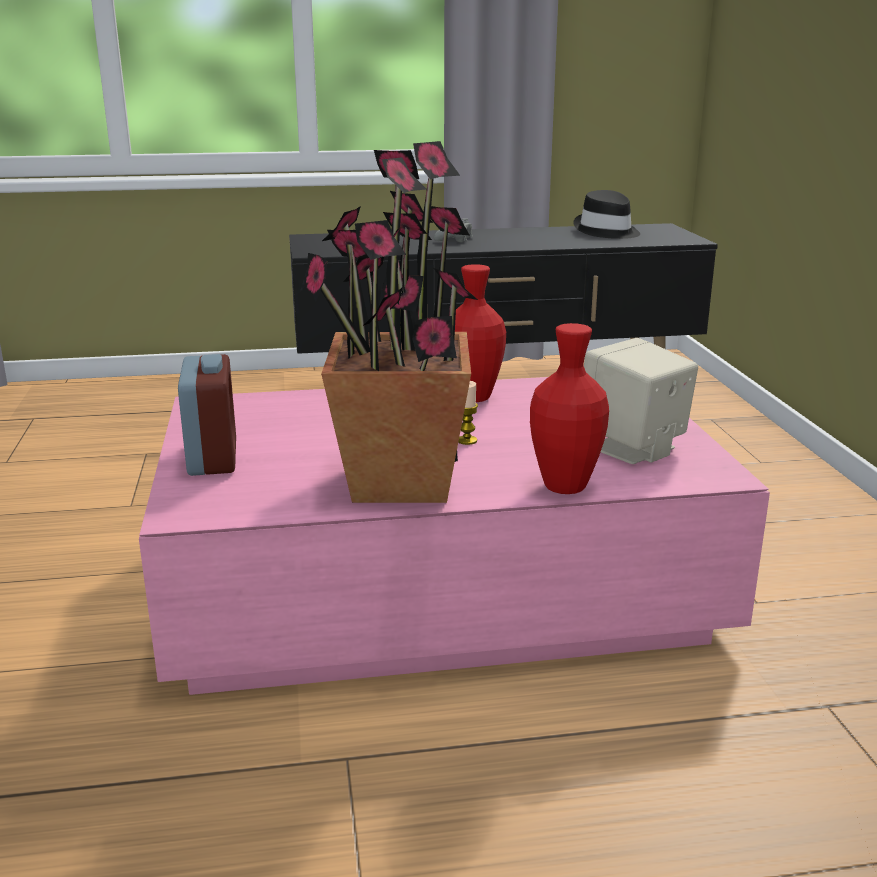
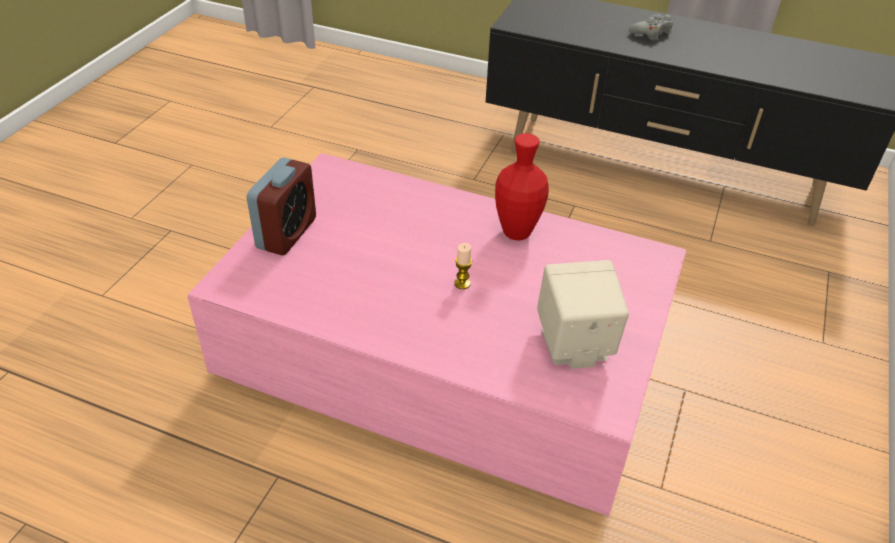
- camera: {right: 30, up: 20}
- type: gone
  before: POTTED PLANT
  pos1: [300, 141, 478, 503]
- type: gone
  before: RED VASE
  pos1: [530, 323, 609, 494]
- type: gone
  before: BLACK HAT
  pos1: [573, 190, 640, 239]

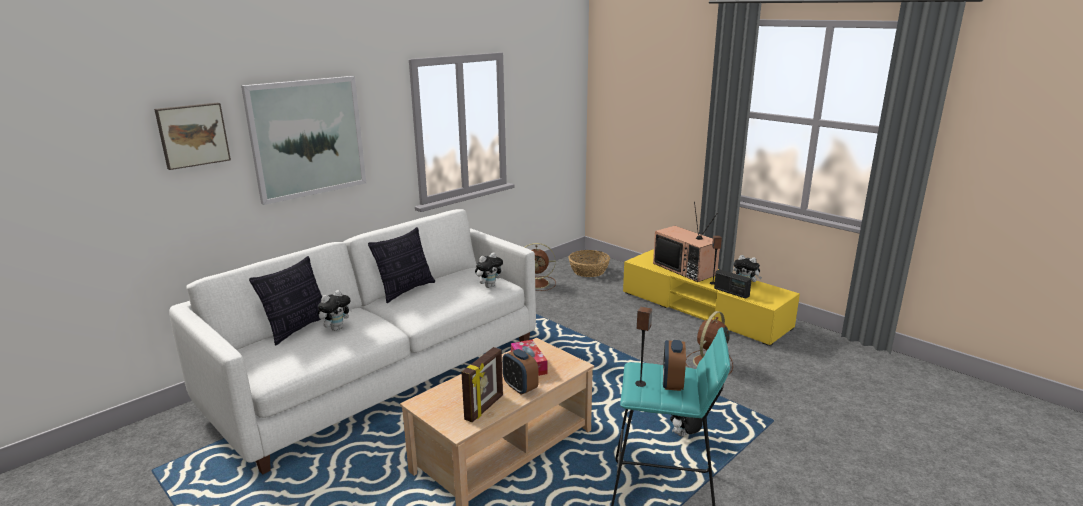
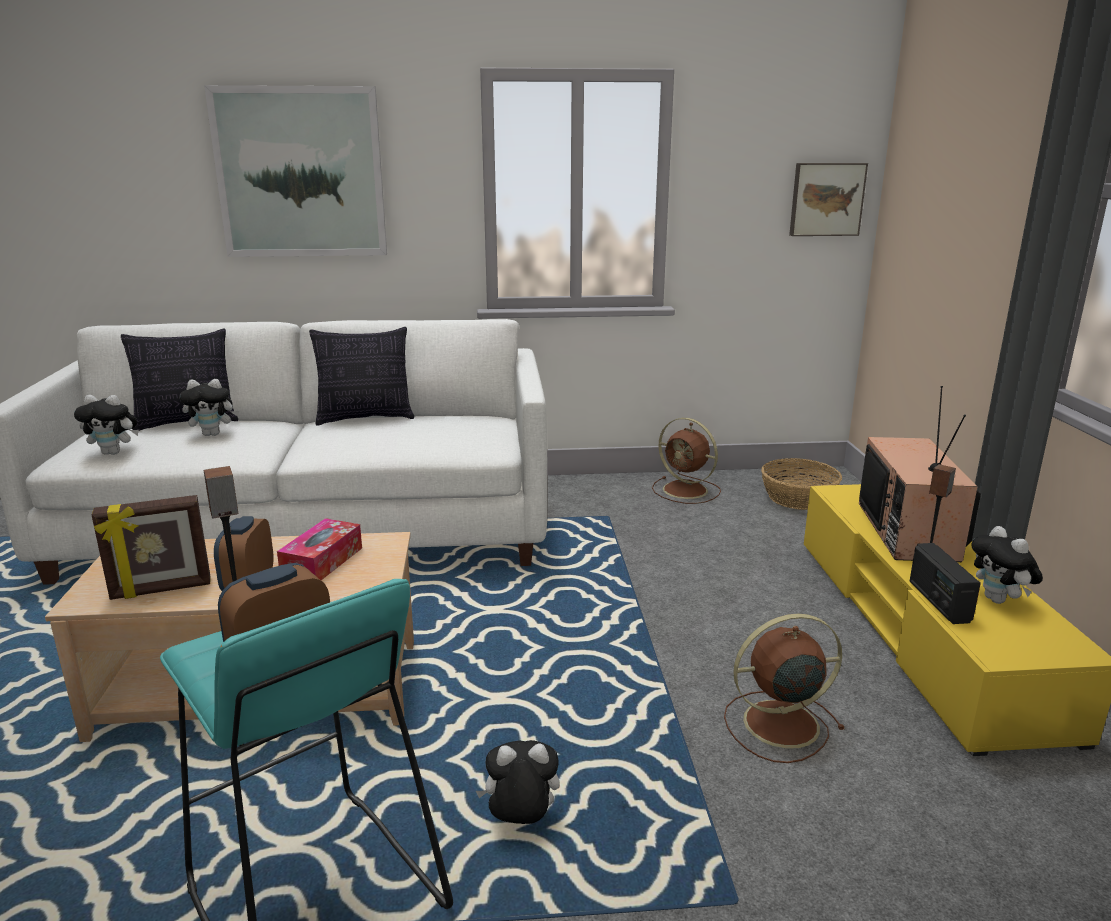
- camera: {right: 40, up: 0}
- type: shifted
  before: PICTURE
  pos1: [154, 103, 231, 170]
  pos2: [789, 163, 868, 236]
- type: shifted
  before: PLUSH TOY
  pos1: [475, 253, 503, 288]
  pos2: [74, 395, 139, 455]

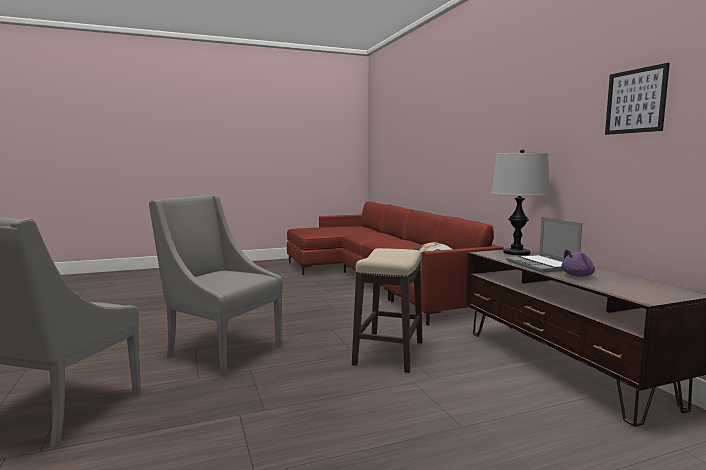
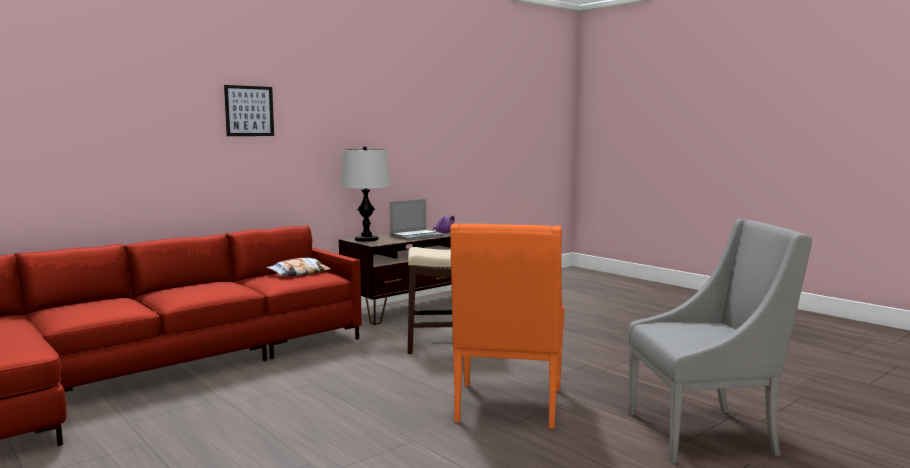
- camera: {right: -110, up: 0}
- type: repainted
  before: GREY ARMCHAIR
  after: ORANGE ARMCHAIR
  pos1: [149, 195, 283, 377]
  pos2: [450, 223, 565, 429]
- type: shifted
  before: PICTURE
  pos1: [605, 63, 670, 135]
  pos2: [224, 85, 274, 136]

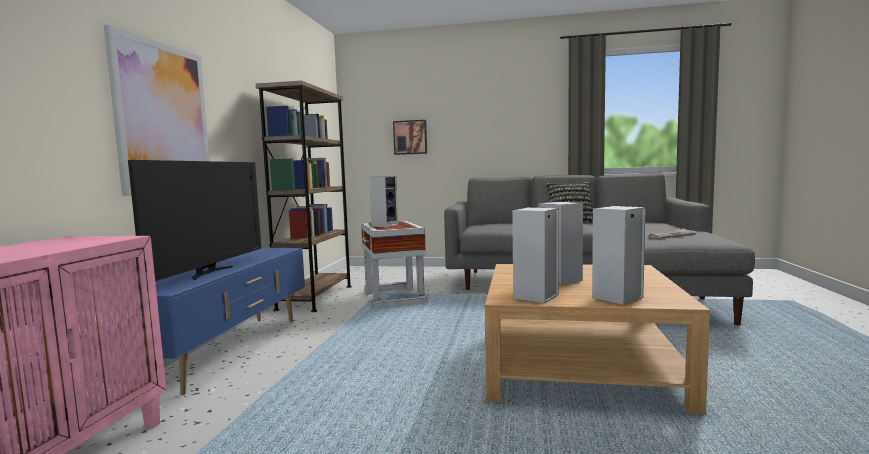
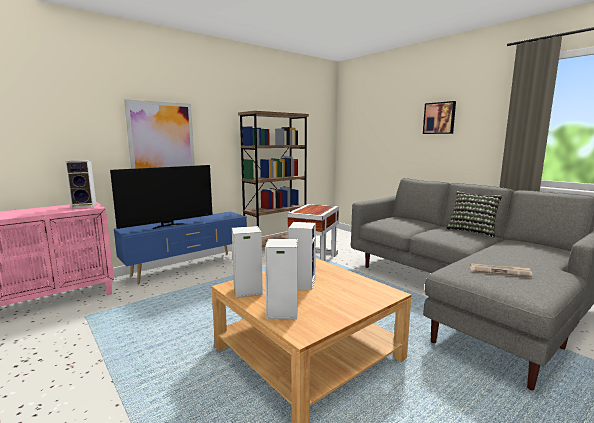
- camera: {right: 40, up: 5}
- type: shifted
  before: SPEAKER
  pos1: [369, 176, 398, 227]
  pos2: [65, 160, 96, 209]
- type: shifted
  before: PICTURE
  pos1: [393, 120, 427, 155]
  pos2: [423, 101, 456, 134]

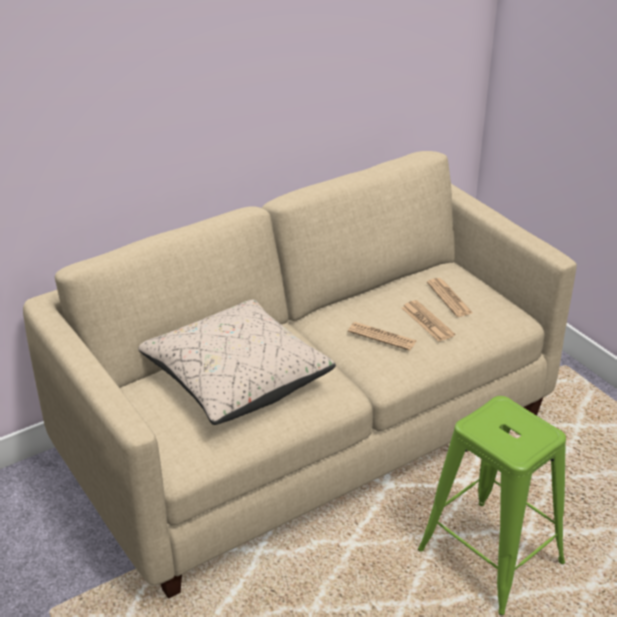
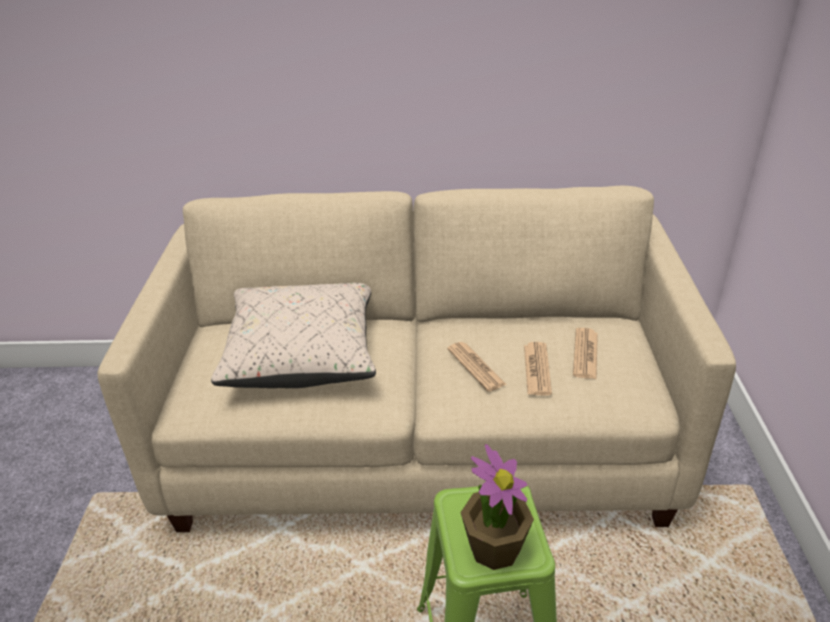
- camera: {right: 35, up: 0}
- type: new
  after: POTTED PLANT
  pos2: [460, 444, 534, 570]

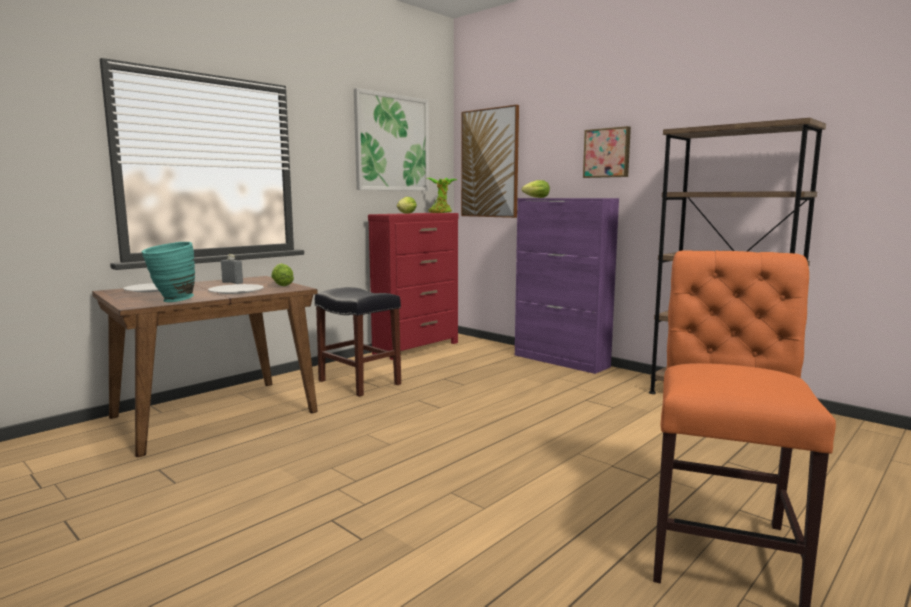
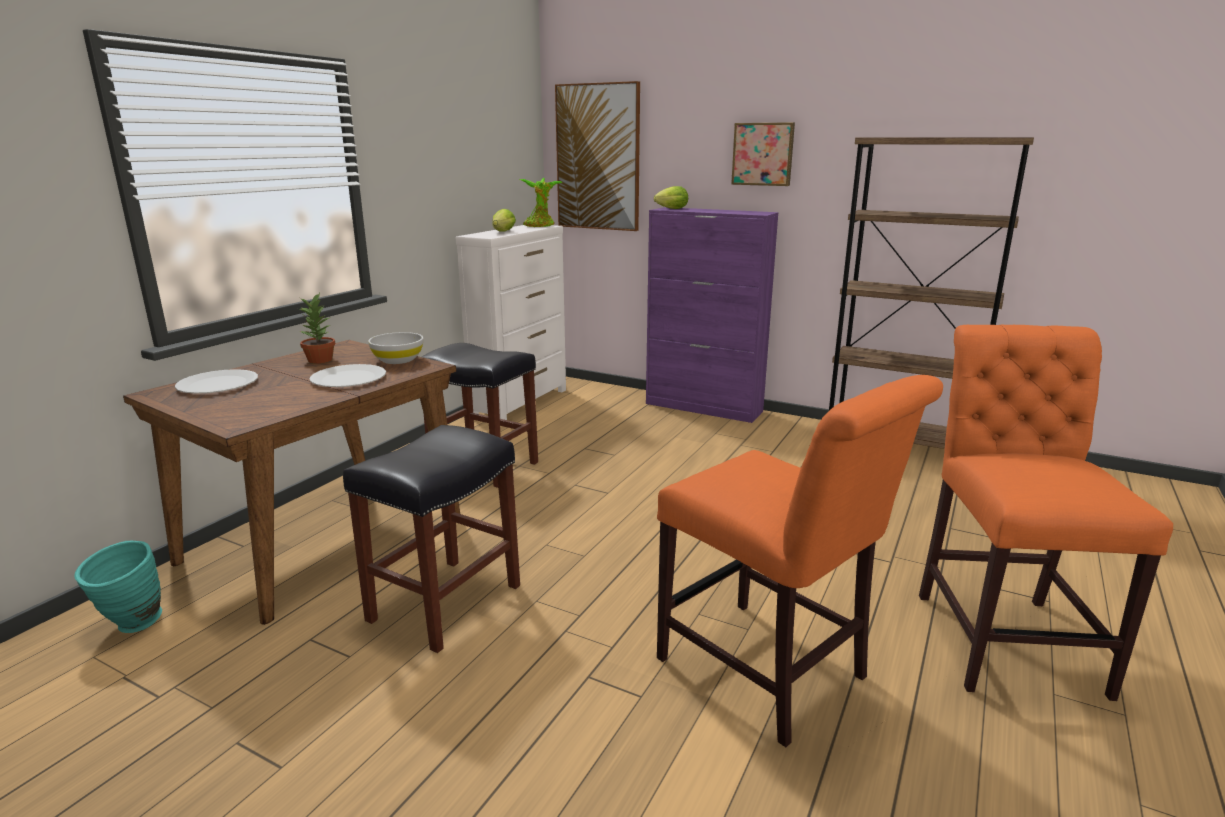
- camera: {right: -15, up: 10}
- type: shifted
  before: TURQUOISE VASE
  pos1: [142, 242, 195, 302]
  pos2: [74, 541, 162, 633]
- type: swapped
  before: GREY BOTTLE
  after: POTTED PLANT
  pos1: [221, 254, 243, 284]
  pos2: [299, 293, 335, 364]
- type: swapped
  before: LETTUCE
  after: WHITE BOWL
  pos1: [271, 263, 294, 286]
  pos2: [368, 332, 423, 364]
- type: gone
  before: PICTURE
  pos1: [354, 88, 429, 191]
- type: repainted
  before: RED DRESSER
  after: WHITE DRESSER
  pos1: [368, 213, 459, 360]
  pos2: [456, 225, 566, 420]
- type: new
  after: BLACK STOOL
  pos2: [343, 425, 520, 653]
- type: new
  after: ORANGE CHAIR
  pos2: [657, 375, 943, 747]

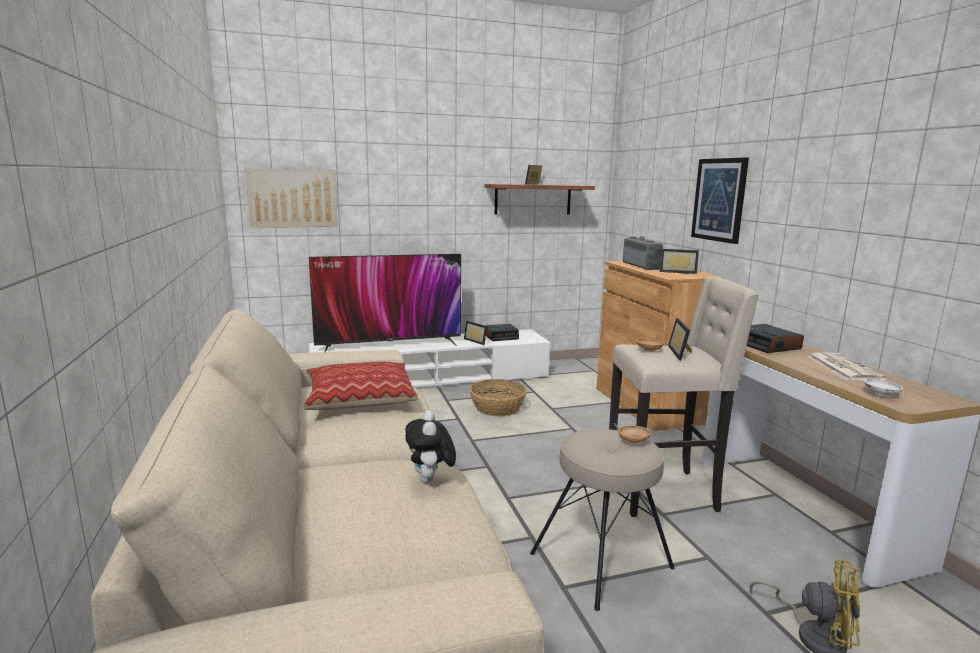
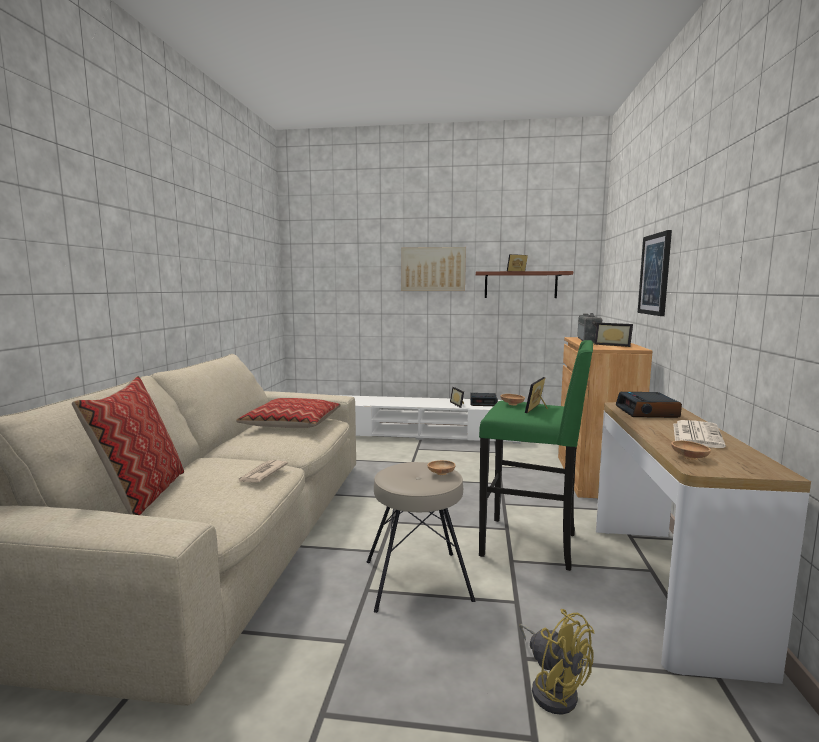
- camera: {right: 25, up: -5}
- type: shifted
  before: PICTURE
  pos1: [245, 169, 338, 227]
  pos2: [401, 247, 466, 291]
- type: gone
  before: TELEVISION
  pos1: [309, 254, 461, 352]
- type: swapped
  before: PLUSH TOY
  after: NEWSPAPER
  pos1: [406, 410, 456, 483]
  pos2: [238, 460, 288, 483]
- type: gone
  before: BASKET
  pos1: [470, 379, 527, 417]
- type: repainted
  before: BEIGE STOOL
  after: GREEN STOOL
  pos1: [609, 276, 759, 517]
  pos2: [479, 340, 593, 571]
- type: repainted
  before: WHITE BOWL
  after: BROWN BOWL
  pos1: [864, 379, 903, 397]
  pos2: [671, 441, 711, 460]
- type: new
  after: PILLOW
  pos2: [72, 376, 184, 515]

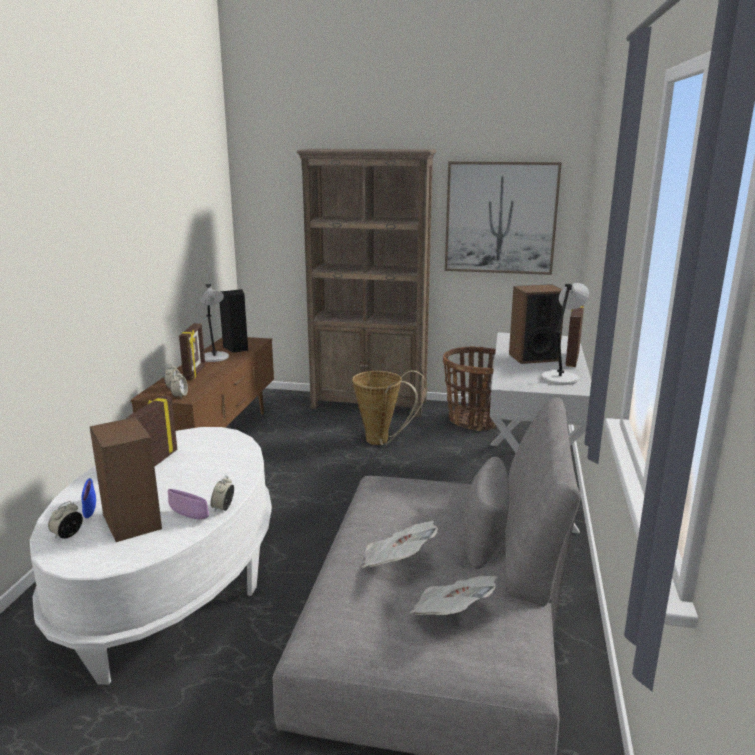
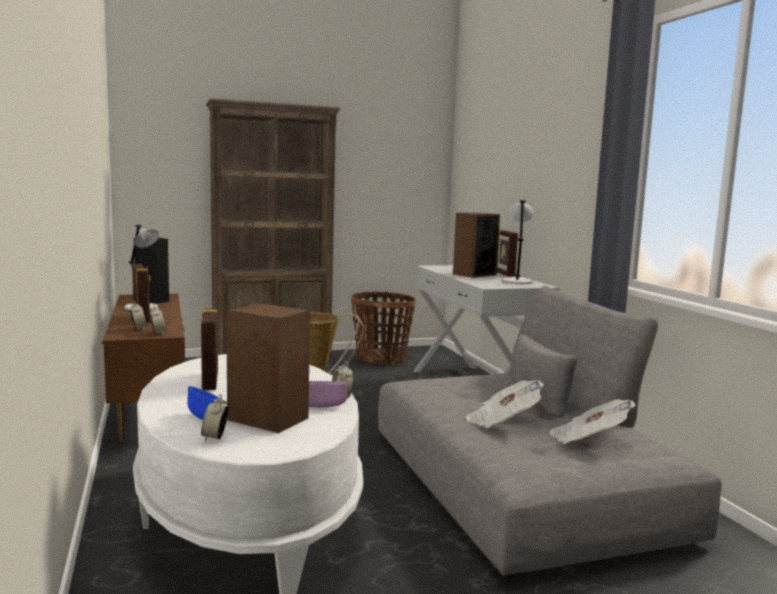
- camera: {right: -30, up: -10}
- type: gone
  before: PICTURE
  pos1: [445, 161, 562, 275]

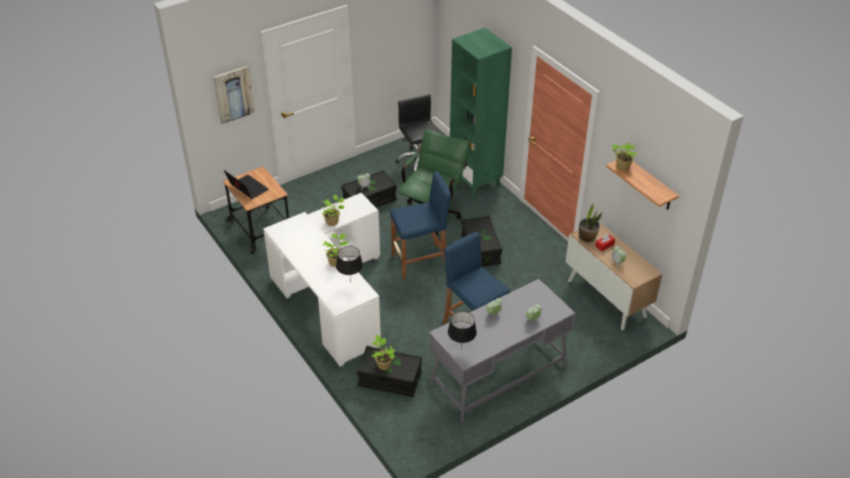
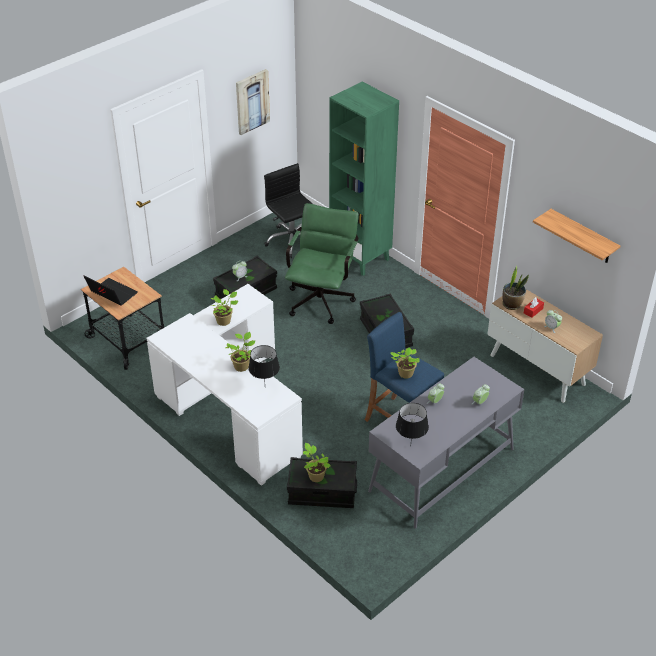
- camera: {right: -10, up: 0}
- type: shifted
  before: PICTURE
  pos1: [213, 66, 255, 124]
  pos2: [236, 69, 270, 135]
- type: gone
  before: BLUE STOOL
  pos1: [390, 171, 451, 280]
- type: shifted
  before: POTTED PLANT
  pos1: [611, 143, 637, 171]
  pos2: [390, 347, 420, 379]

